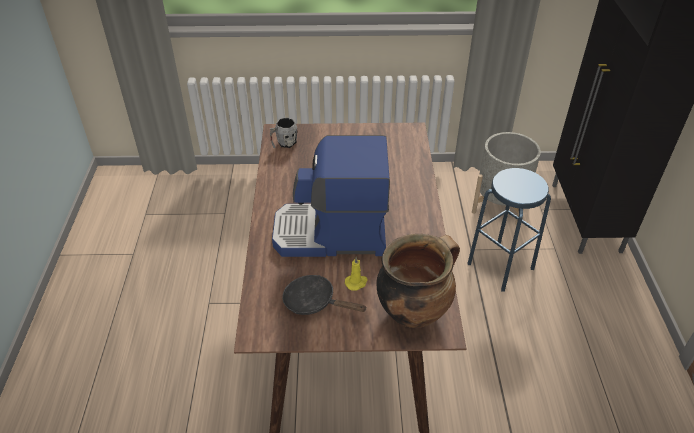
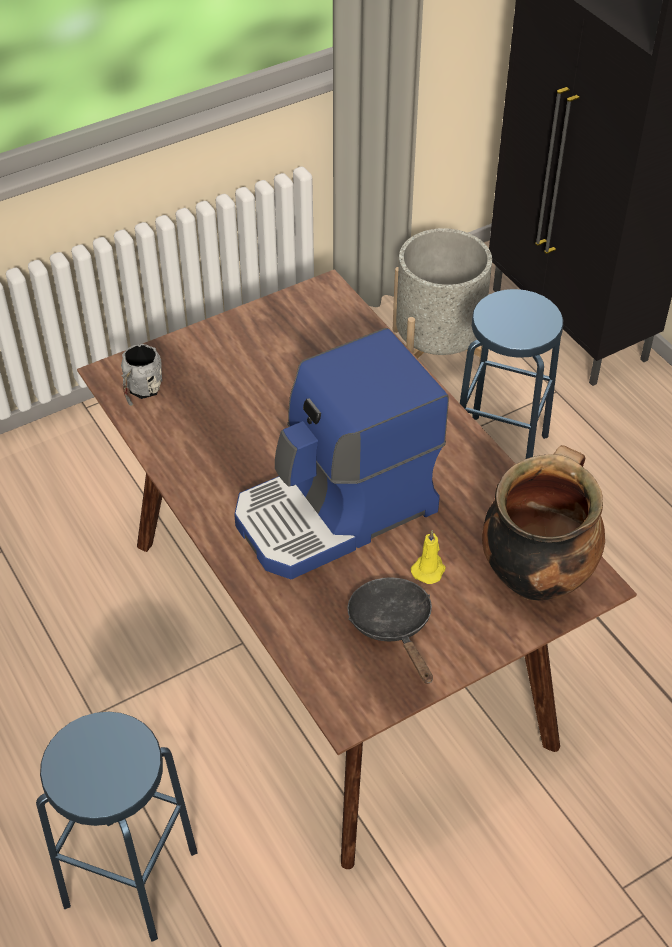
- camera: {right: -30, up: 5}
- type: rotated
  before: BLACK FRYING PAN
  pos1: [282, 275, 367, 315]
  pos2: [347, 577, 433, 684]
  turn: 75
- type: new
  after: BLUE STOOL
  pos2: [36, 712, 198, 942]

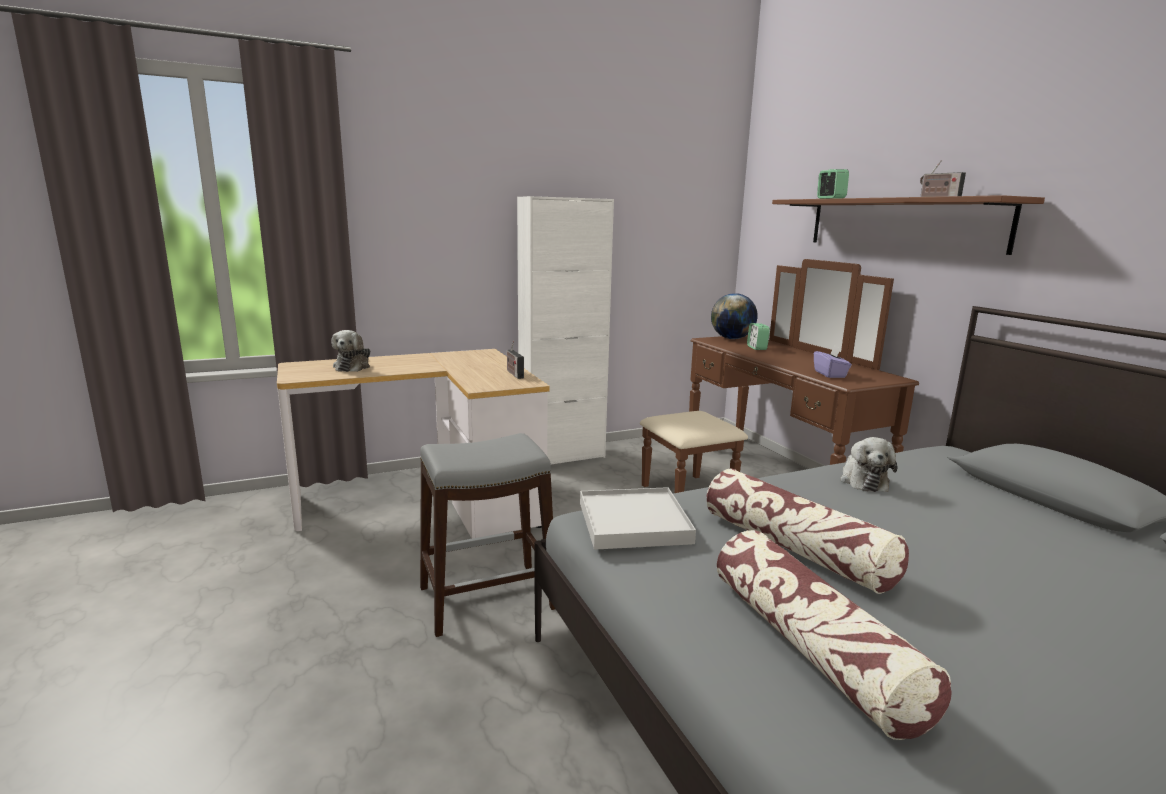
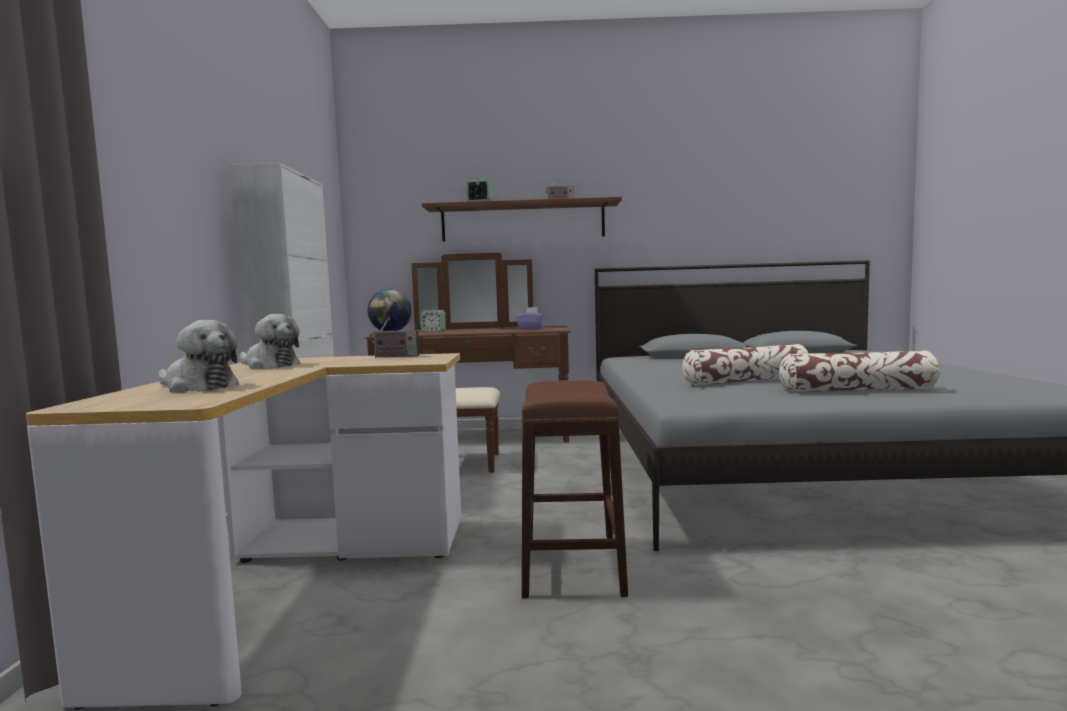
- camera: {right: -65, up: -10}
- type: repainted
  before: GREY STOOL
  after: BROWN STOOL
  pos1: [420, 433, 555, 637]
  pos2: [522, 380, 628, 599]
- type: gone
  before: WHITE TRAY
  pos1: [580, 487, 696, 550]
- type: shifted
  before: PLUSH TOY
  pos1: [840, 437, 898, 492]
  pos2: [240, 314, 300, 368]

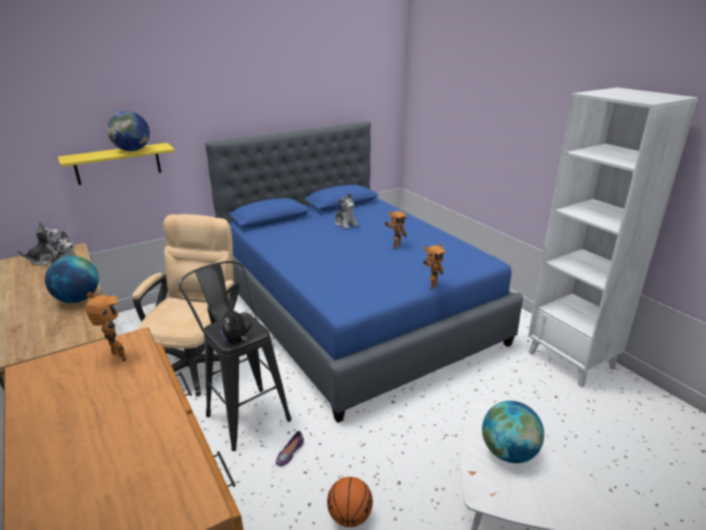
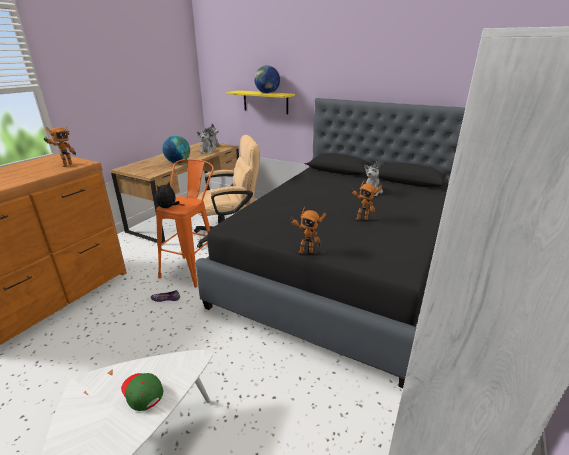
- camera: {right: 60, up: 0}
- type: repainted
  before: BLACK STOOL
  after: ORANGE STOOL
  pos1: [179, 261, 291, 451]
  pos2: [156, 159, 214, 288]
- type: repainted
  before: BLUE BED
  after: BLACK BED
  pos1: [205, 121, 523, 423]
  pos2: [196, 98, 465, 388]
- type: gone
  before: BASKETBALL
  pos1: [327, 477, 373, 527]
- type: swapped
  before: GLOBE
  after: GREEN CAP
  pos1: [482, 401, 544, 463]
  pos2: [121, 373, 163, 411]

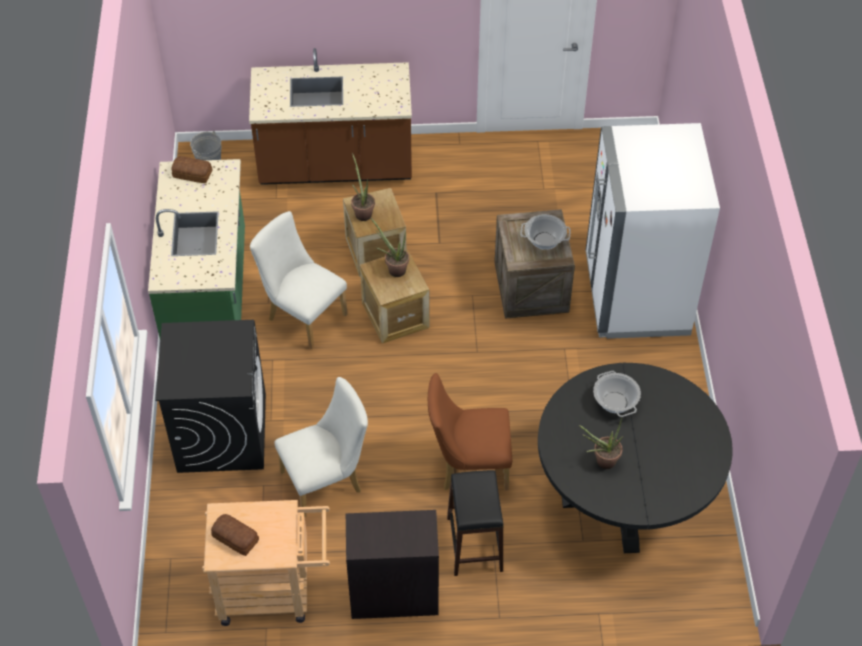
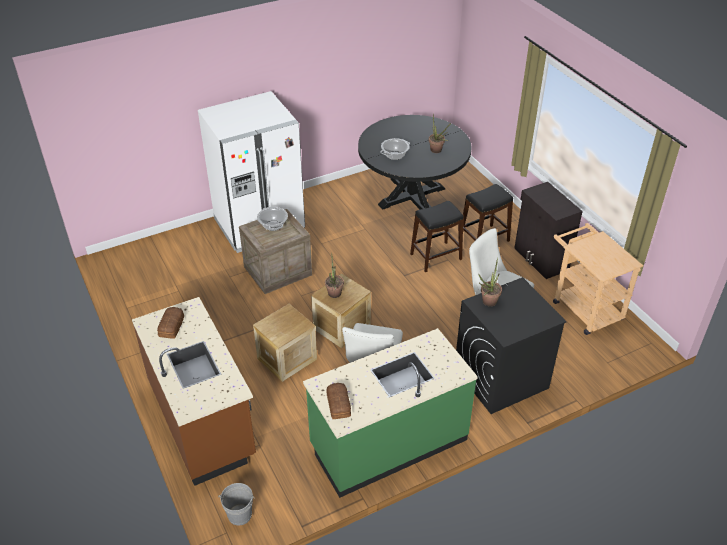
- camera: {right: -115, up: -10}
- type: shifted
  before: BREAD
  pos1: [211, 514, 259, 556]
  pos2: [157, 307, 184, 339]
- type: shifted
  before: POTTED PLANT
  pos1: [351, 153, 375, 221]
  pos2: [478, 257, 502, 307]
- type: swapped
  before: BROWN CHAIR
  after: BLACK STOOL
  pos1: [428, 373, 512, 491]
  pos2: [410, 201, 463, 272]

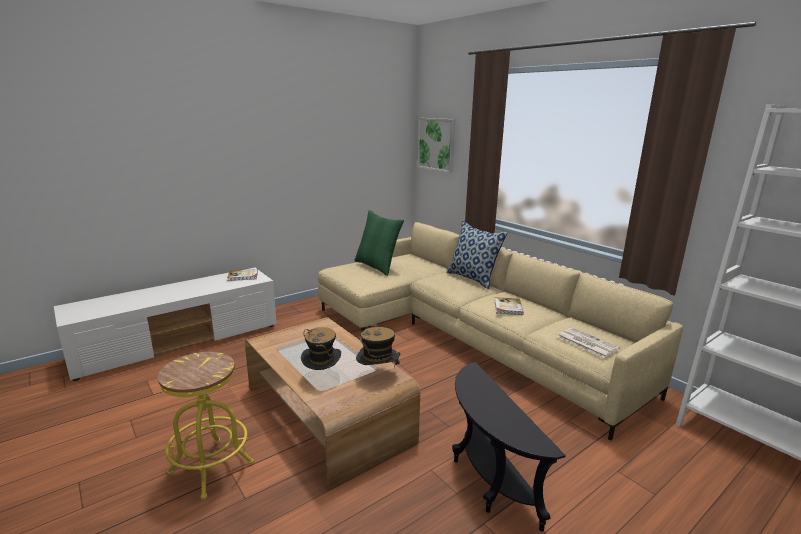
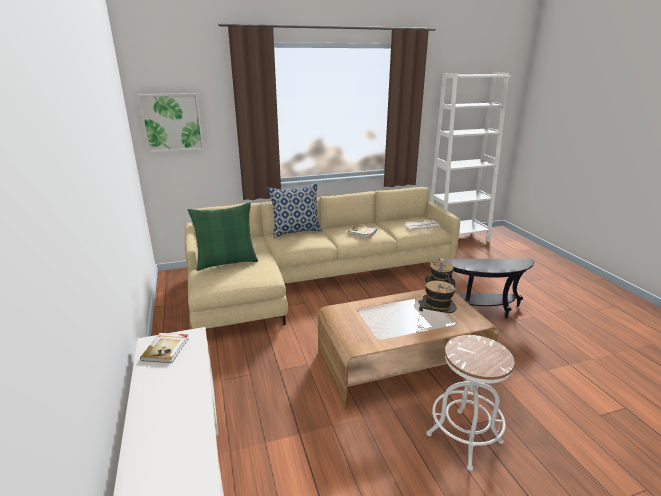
- camera: {right: -70, up: 5}
- type: repainted
  before: YELLOW STOOL
  after: WHITE STOOL
  pos1: [158, 352, 254, 499]
  pos2: [426, 335, 515, 471]

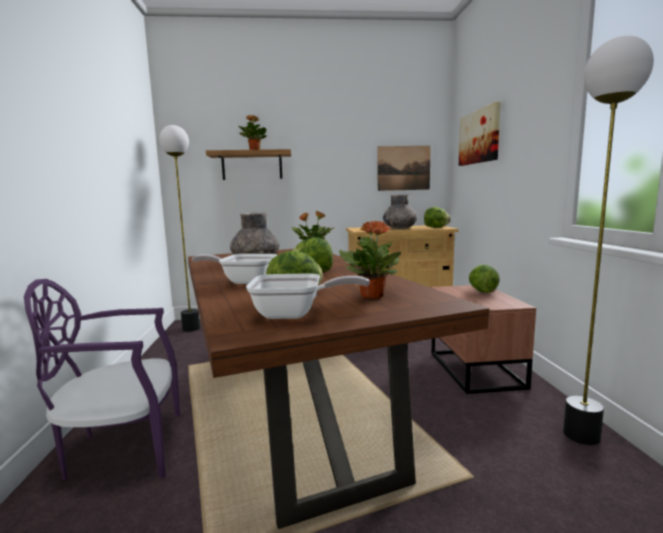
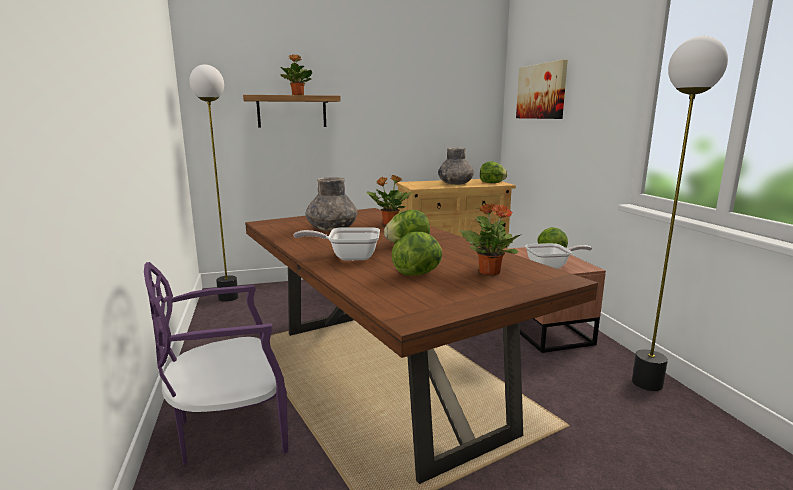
- camera: {right: -10, up: 5}
- type: shifted
  before: FRYING PAN
  pos1: [246, 274, 370, 319]
  pos2: [525, 243, 592, 269]
- type: gone
  before: PICTURE
  pos1: [378, 146, 431, 191]

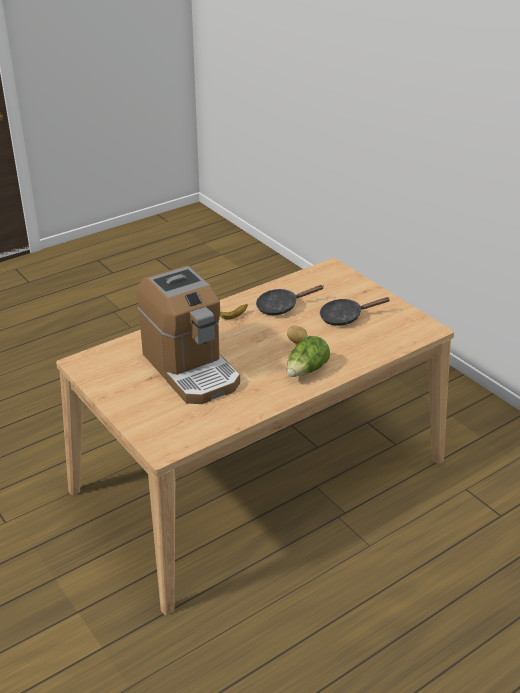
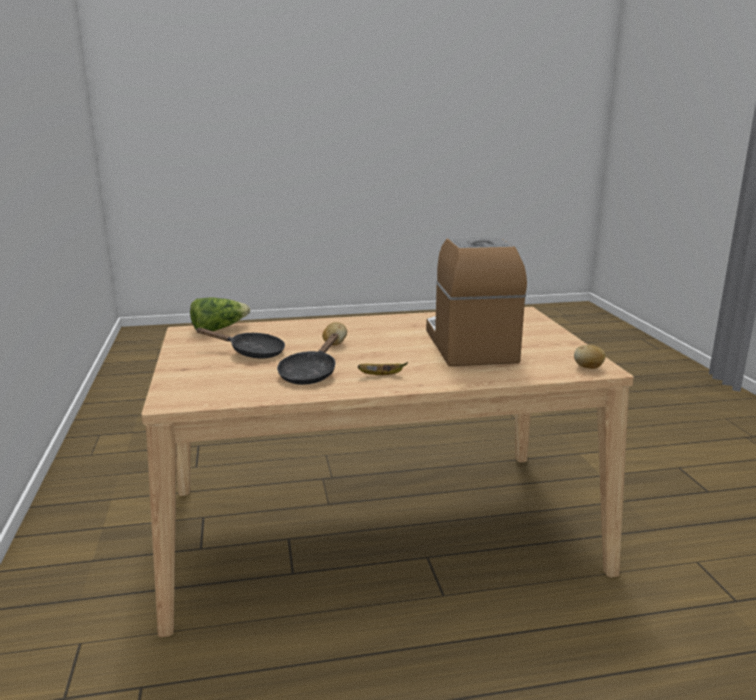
- camera: {right: -155, up: -15}
- type: rotated
  before: BLACK FRYING PAN
  pos1: [256, 285, 323, 315]
  pos2: [277, 333, 338, 385]
  turn: 105
- type: shifted
  before: LETTUCE
  pos1: [287, 336, 330, 377]
  pos2: [190, 298, 250, 331]
- type: new
  after: POTATO
  pos2: [574, 345, 606, 369]

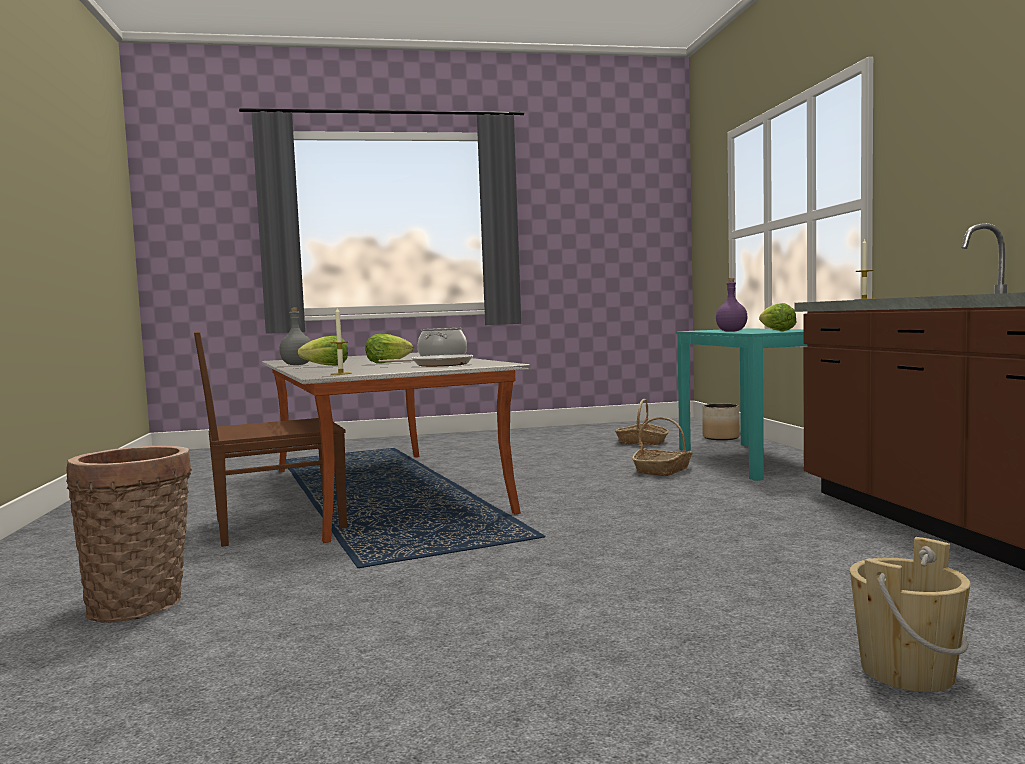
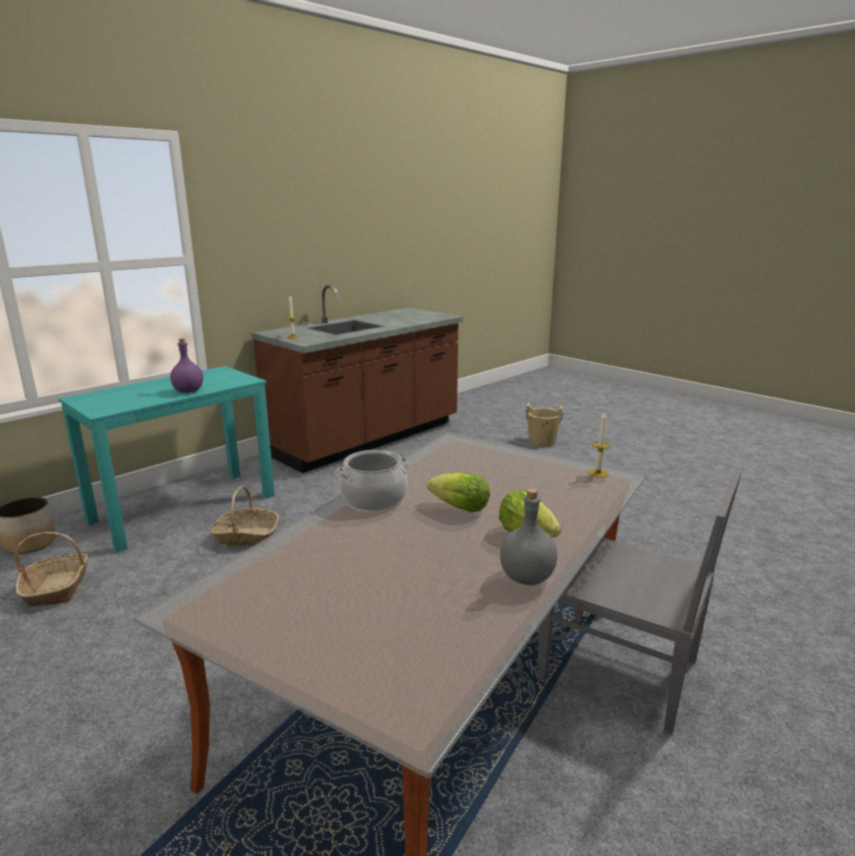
- camera: {right: -125, up: 15}
- type: gone
  before: BASKET
  pos1: [66, 446, 192, 623]
- type: repainted
  before: BROWN CHAIR
  after: GREY CHAIR
  pos1: [194, 332, 347, 547]
  pos2: [537, 466, 743, 734]
- type: gone
  before: FRYING PAN
  pos1: [379, 354, 473, 367]
- type: gone
  before: LETTUCE
  pos1: [759, 303, 796, 331]

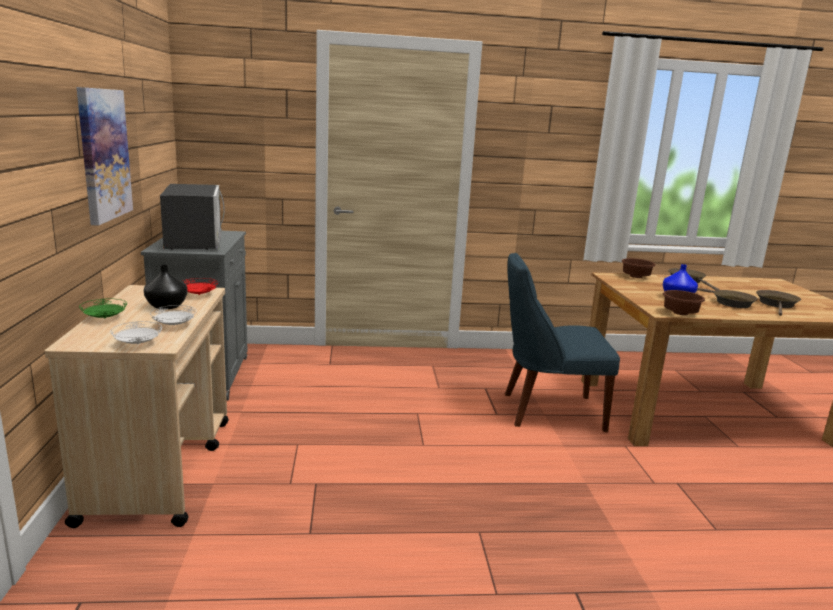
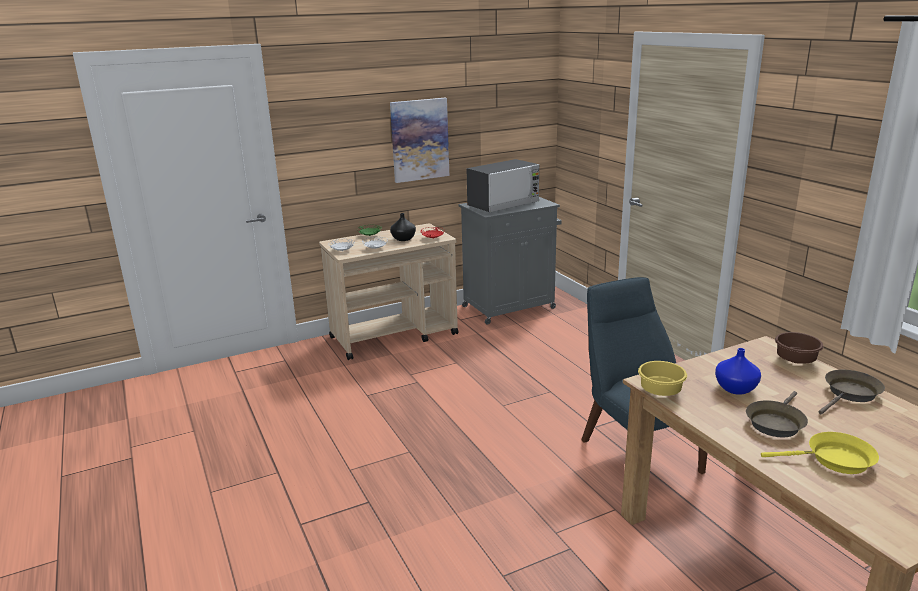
- camera: {right: 70, up: 5}
- type: repainted
  before: BROWN BOWL
  after: YELLOW BOWL
  pos1: [663, 290, 705, 315]
  pos2: [638, 361, 687, 396]
- type: repainted
  before: BROWN FRYING PAN
  after: YELLOW FRYING PAN
  pos1: [756, 290, 801, 316]
  pos2: [761, 432, 879, 474]

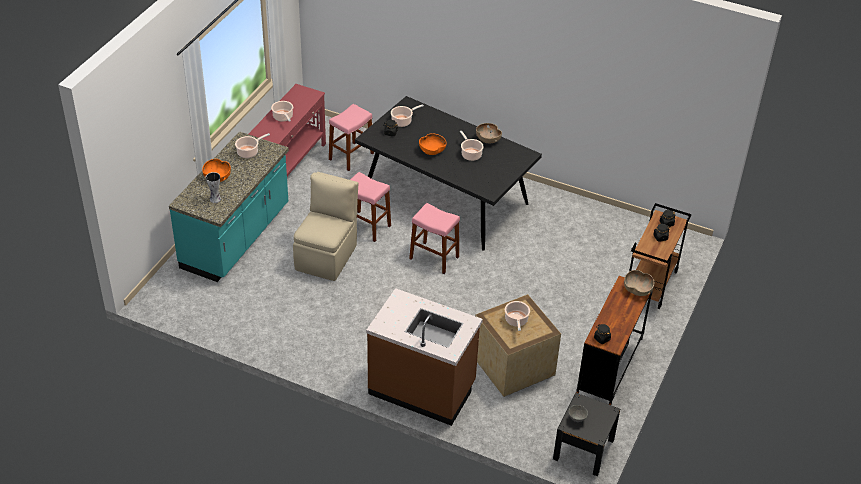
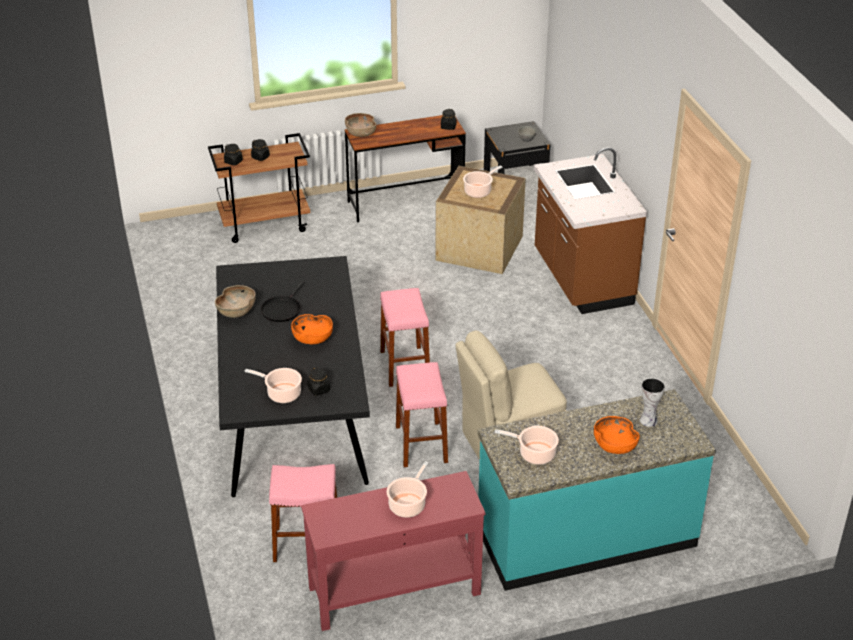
- camera: {right: -130, up: -5}
- type: swapped
  before: COOKING POT
  after: BLACK FRYING PAN
  pos1: [460, 131, 484, 161]
  pos2: [261, 281, 304, 322]

